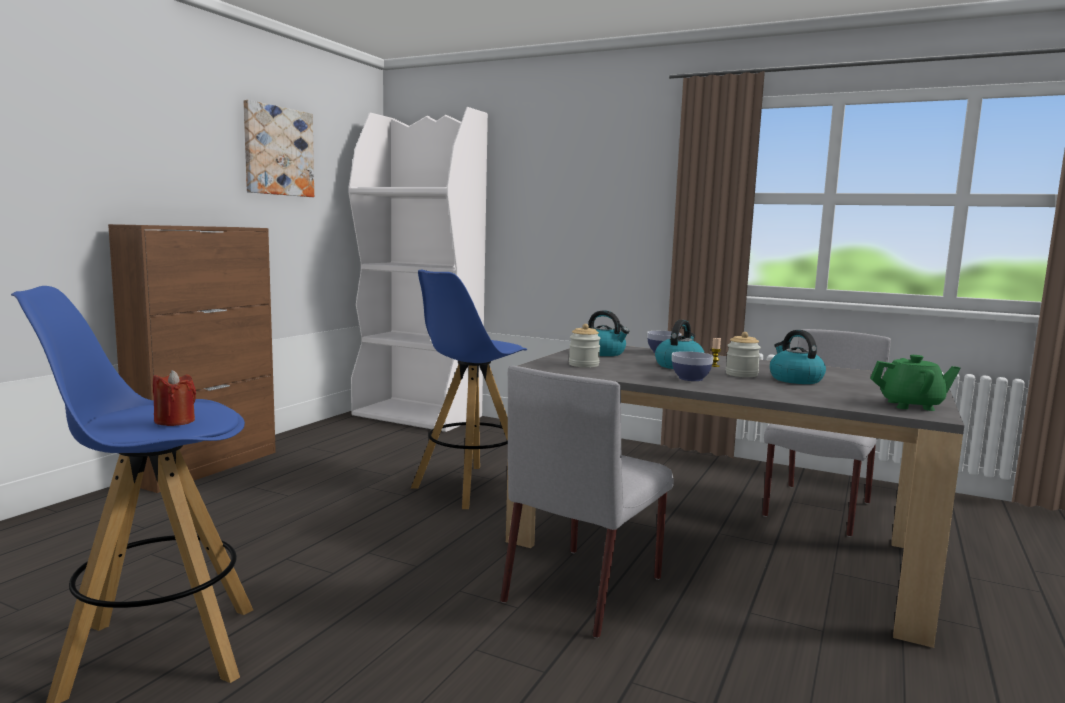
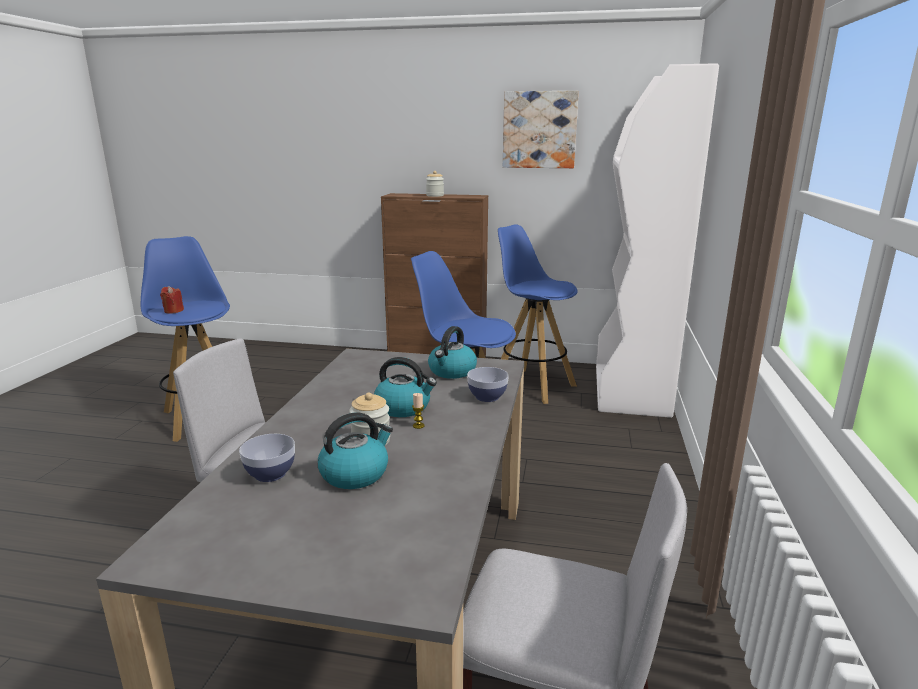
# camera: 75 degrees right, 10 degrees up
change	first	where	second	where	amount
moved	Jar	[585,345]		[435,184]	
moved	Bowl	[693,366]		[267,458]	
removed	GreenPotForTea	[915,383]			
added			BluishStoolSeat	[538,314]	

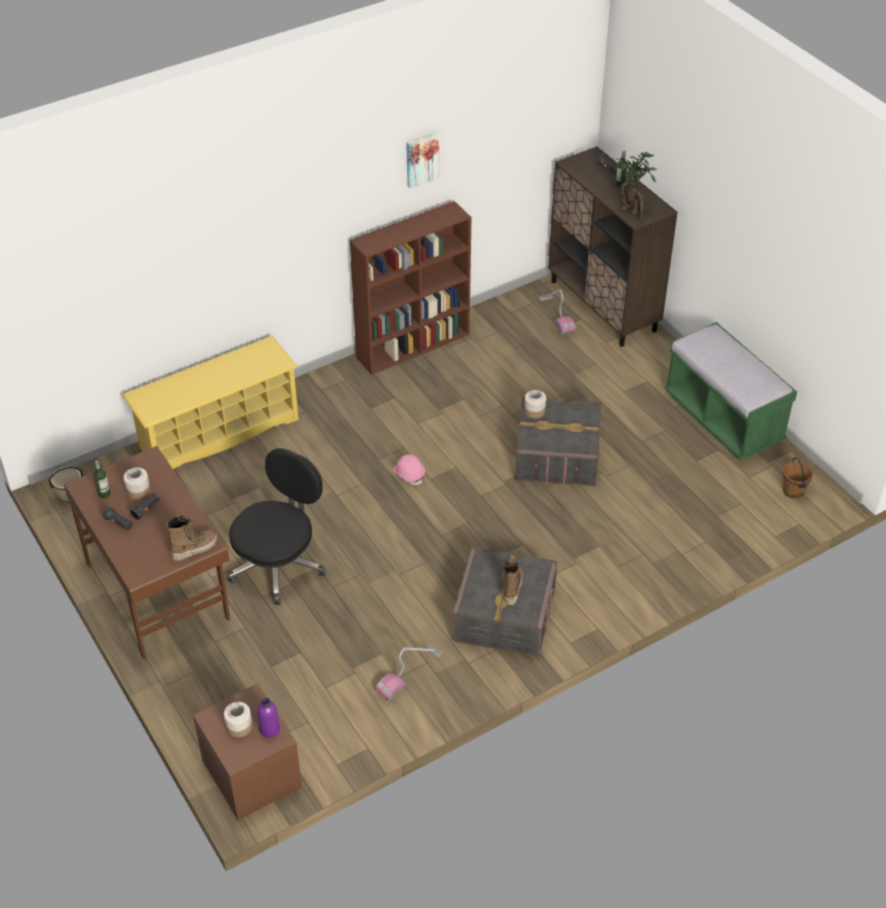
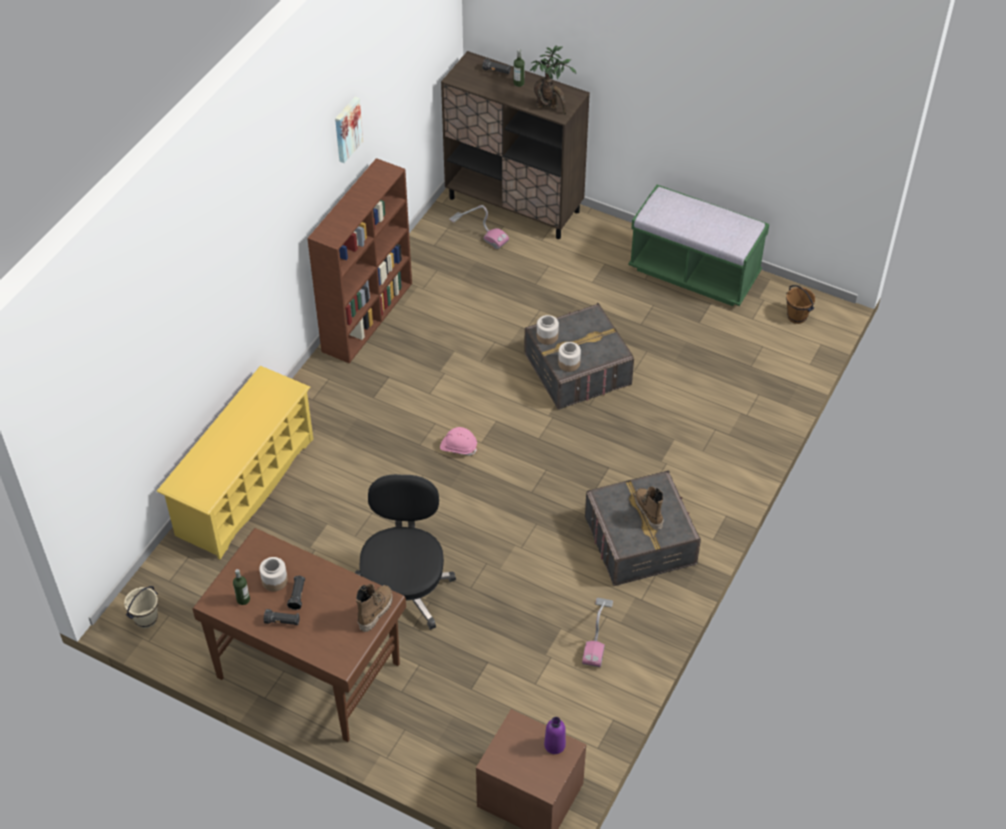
# camera: 30 degrees left, 5 degrees up
change	first	where	second	where	amount
moved	Jar	[238,720]		[569,357]	

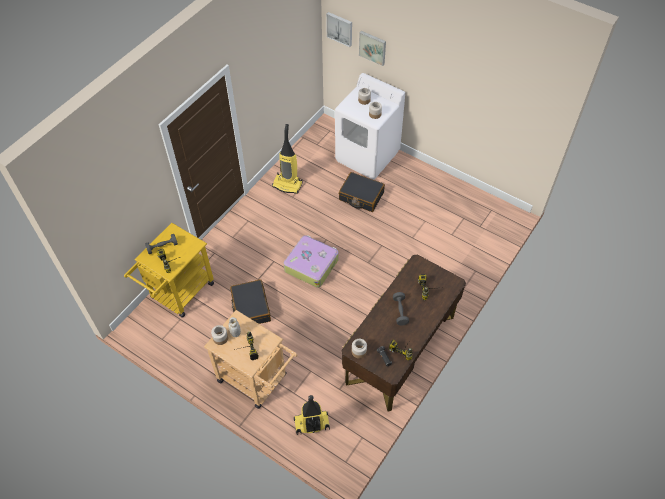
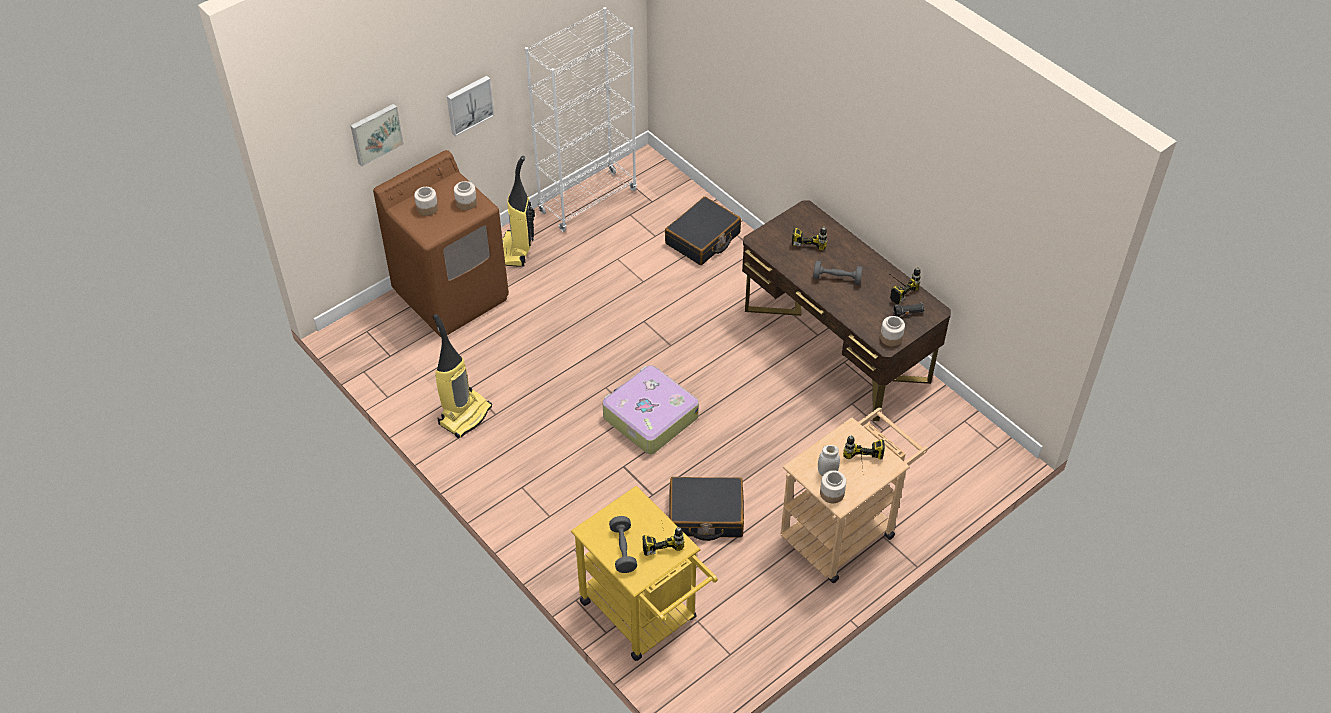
# camera: 75 degrees left, 5 degrees down
change	first	where	second	where	amount
moved	Vacuum	[312,415]		[518,211]	
moved	WallArt	[339,29]		[470,106]	
recoloured	WhiteWashingMachine	[370,126]	BrownColouredWashingMachine	[441,243]	
moved	BlackSuitcase	[362,192]		[703,231]	
added			WhiteShelvingUnit	[581,119]	

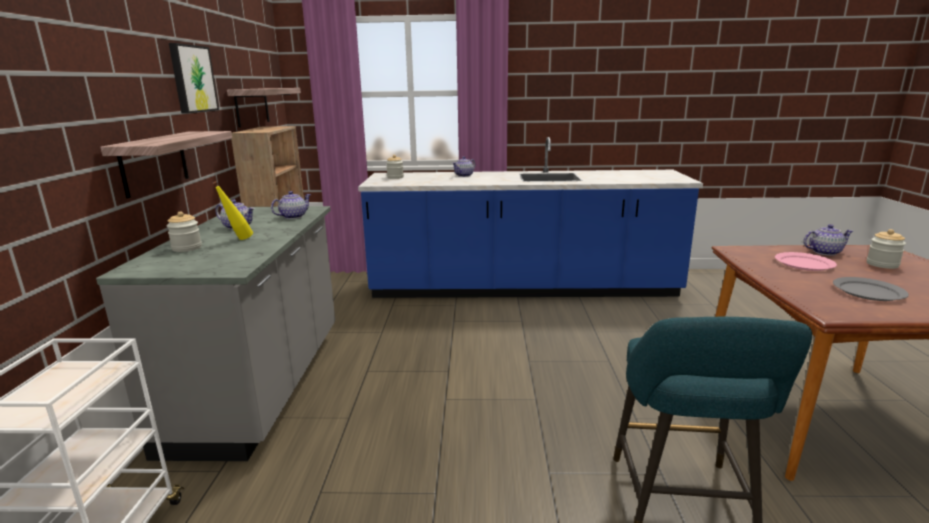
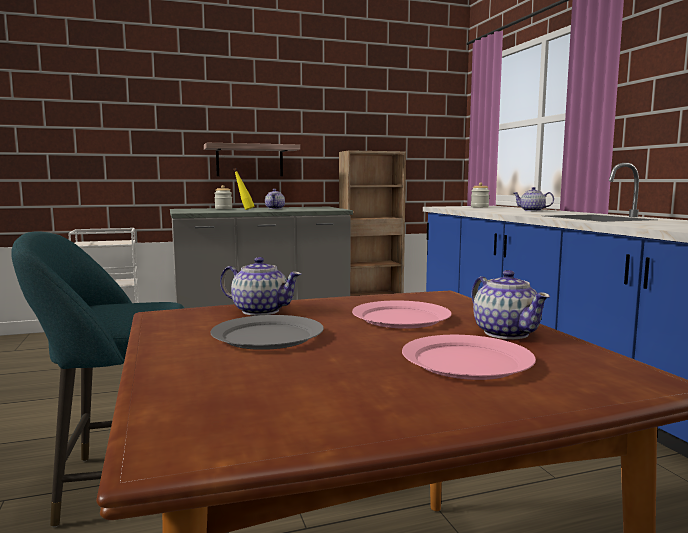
# camera: 70 degrees right, 10 degrees down
change	first	where	second	where	amount
removed	WallArt	[194,78]			
removed	BracketShelf	[264,108]			
moved	PotForTea	[291,205]		[260,286]	
replaced	Jar	[886,249]	PinkColouredDinnerPlate	[469,357]	

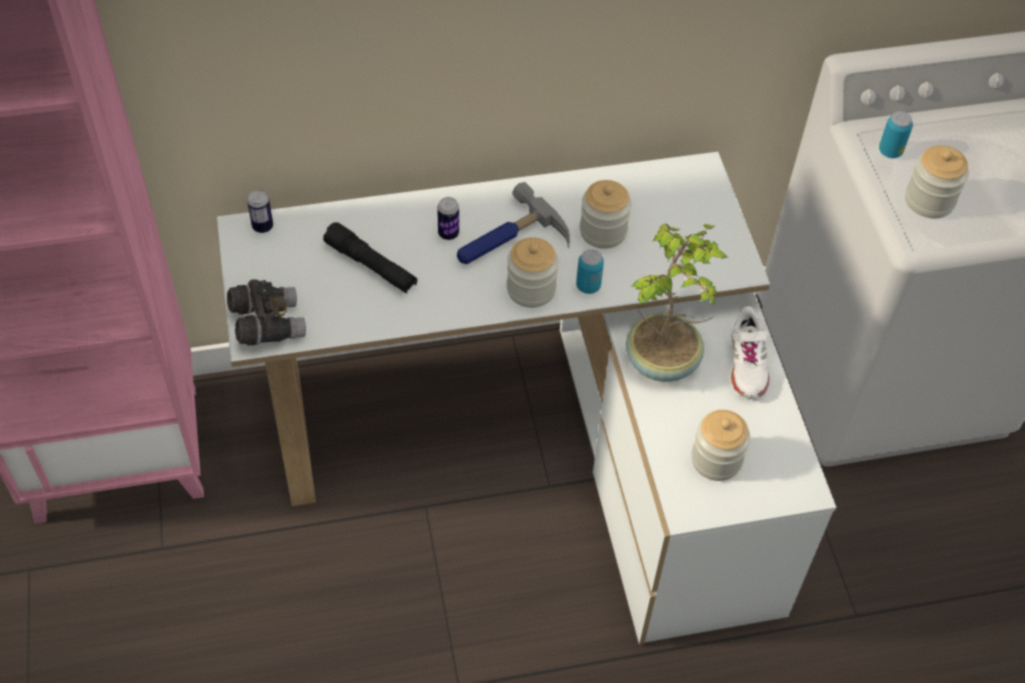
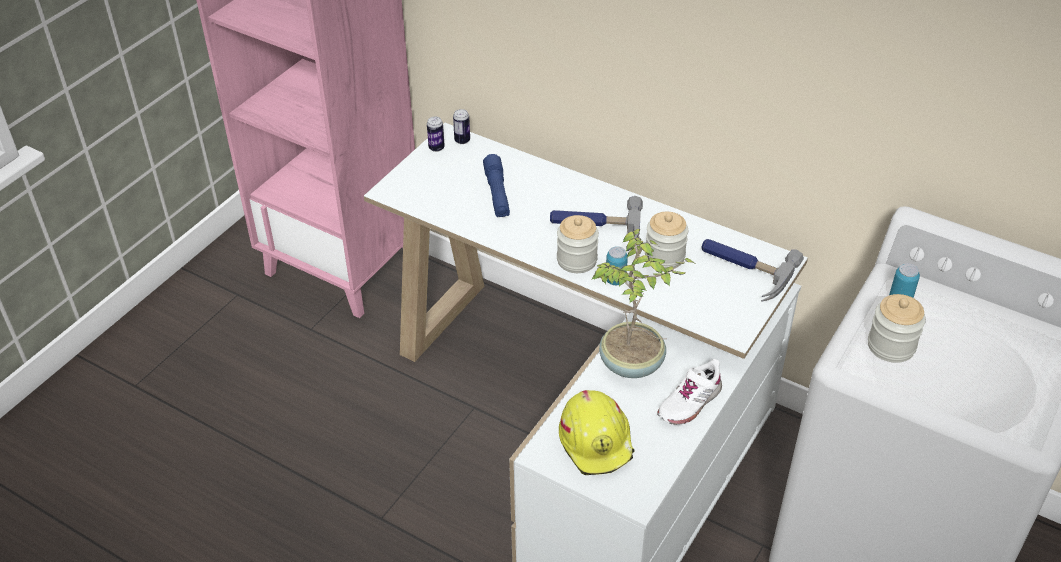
# camera: 45 degrees right, 10 degrees down
change	first	where	second	where	amount
removed	GreyishFieldGlasses	[266,312]			
recoloured	BlackHandTorch	[370,257]	BluishHandTorch	[496,185]	
moved	SealedCan	[448,218]		[436,134]	
replaced	Jar	[720,445]	YellowHardHat	[597,432]	
added			ToolHammer	[753,270]	

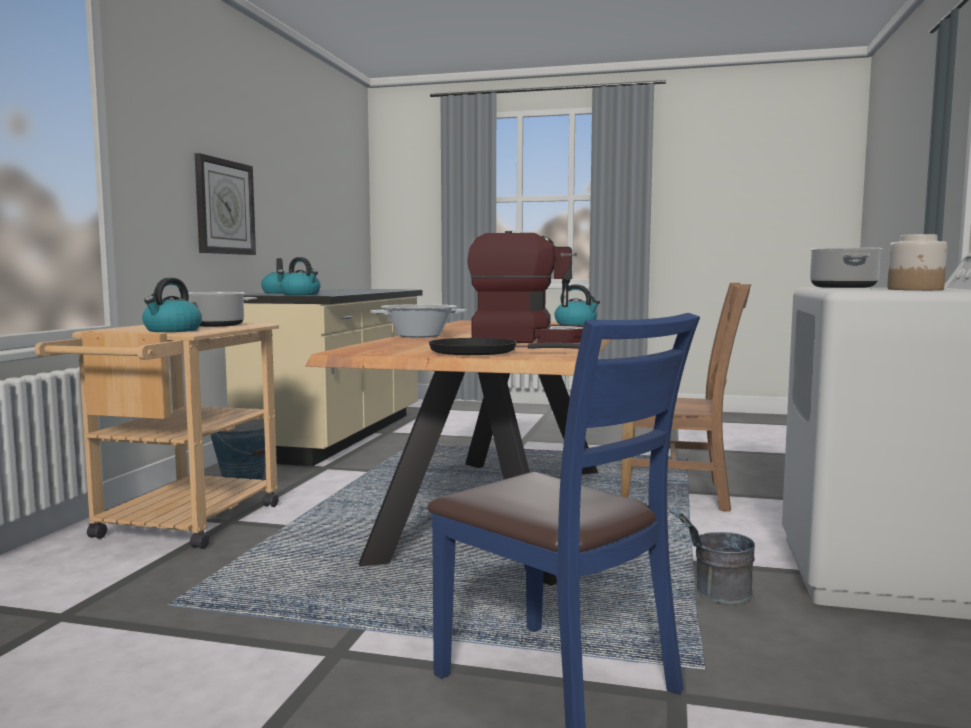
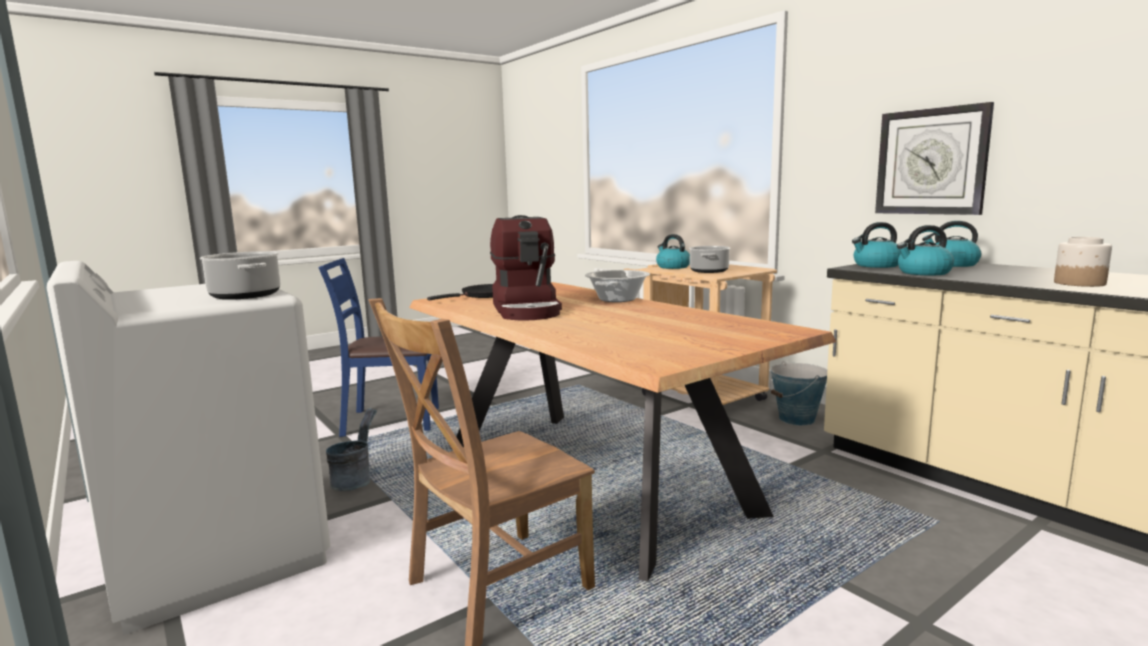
# camera: 130 degrees right, 5 degrees up
change	first	where	second	where	amount
turned	CoffeeMaker	[525,287]		[526,267]	60 degrees counterclockwise
moved	WaterKettle	[577,305]		[925,250]	
moved	Jar	[917,262]		[1083,262]	

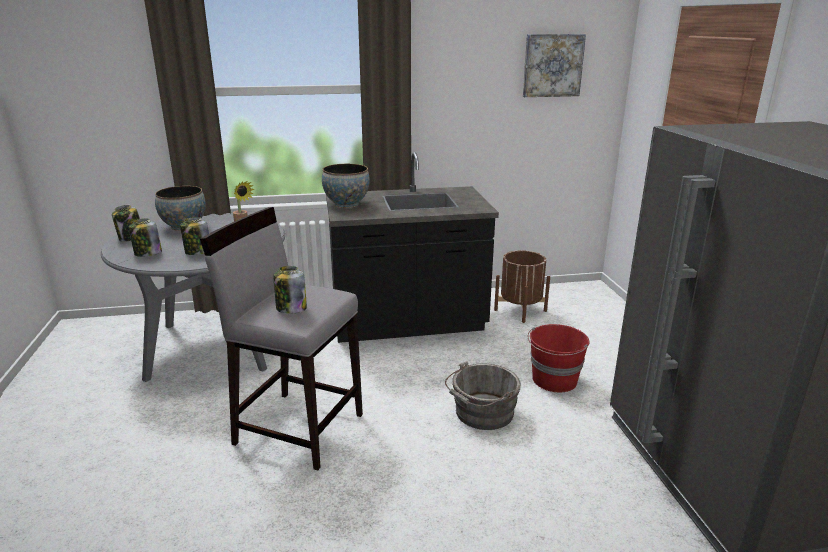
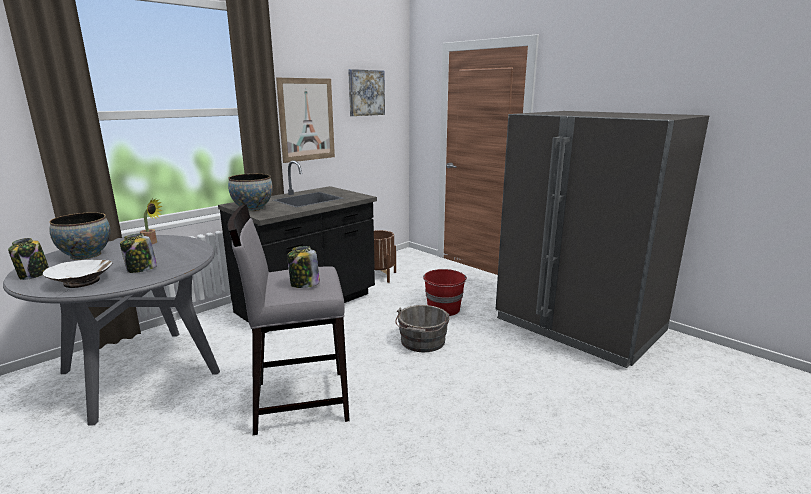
# camera: 35 degrees left, 5 degrees down
change	first	where	second	where	amount
replaced	Jar	[145,238]	WhiteBowl	[78,274]	
added			WallArt	[305,120]	

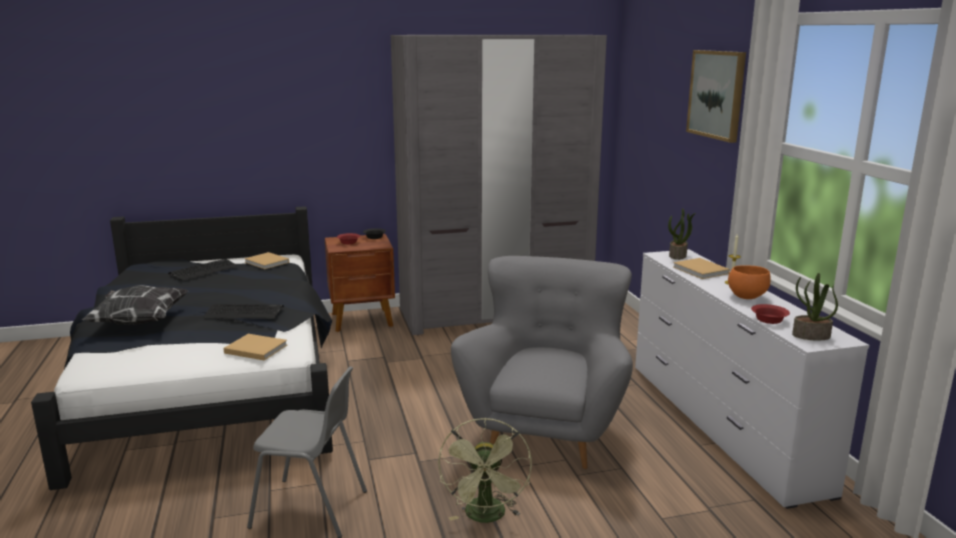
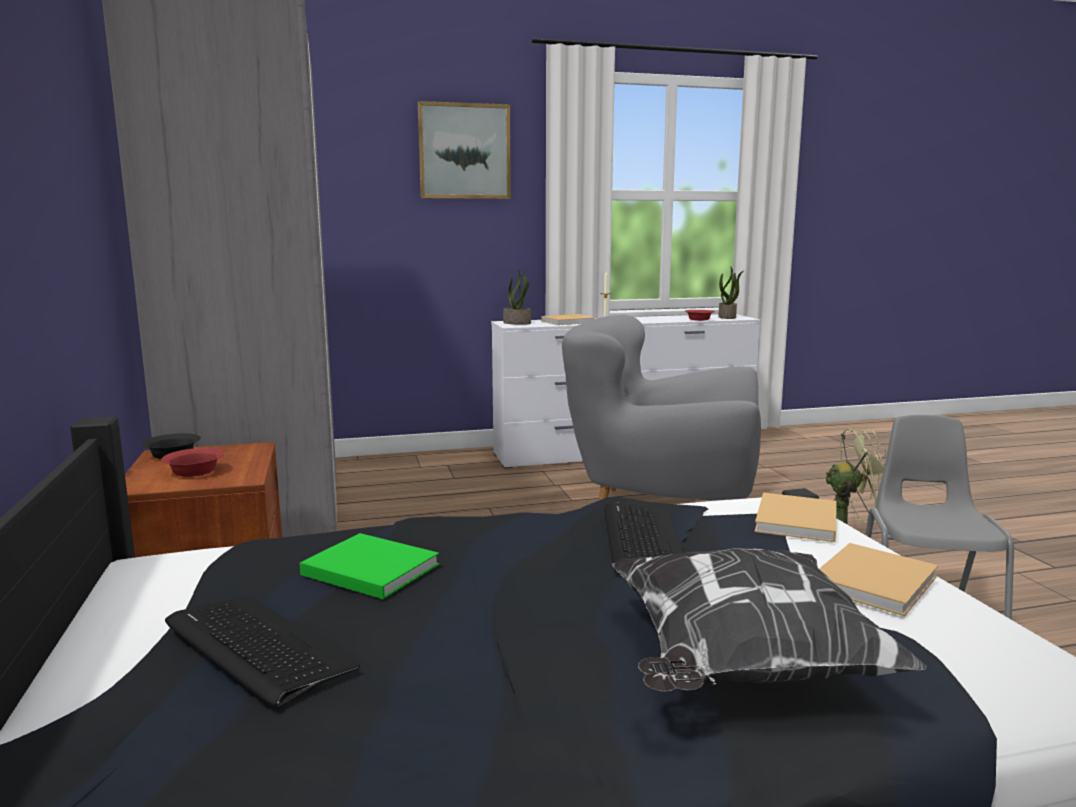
# camera: 90 degrees left, 5 degrees down
change	first	where	second	where	amount
moved	BeigeVolume	[266,260]		[878,579]	
removed	OrangeBowl	[749,282]			
added			GreenVolume	[369,566]	

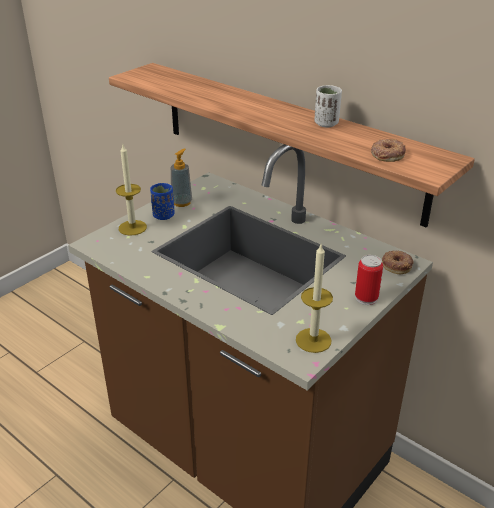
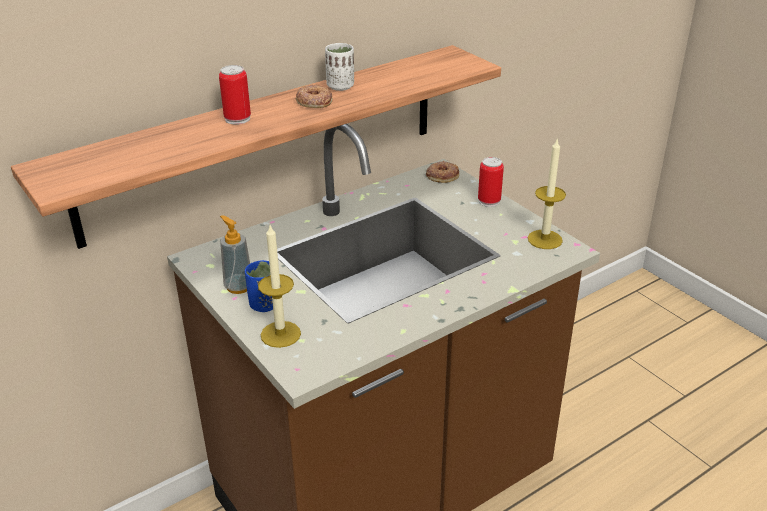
# camera: 75 degrees left, 0 degrees up
change	first	where	second	where	amount
moved	RingDoughnut	[388,150]		[314,96]	
added			SealedCan	[235,95]	

